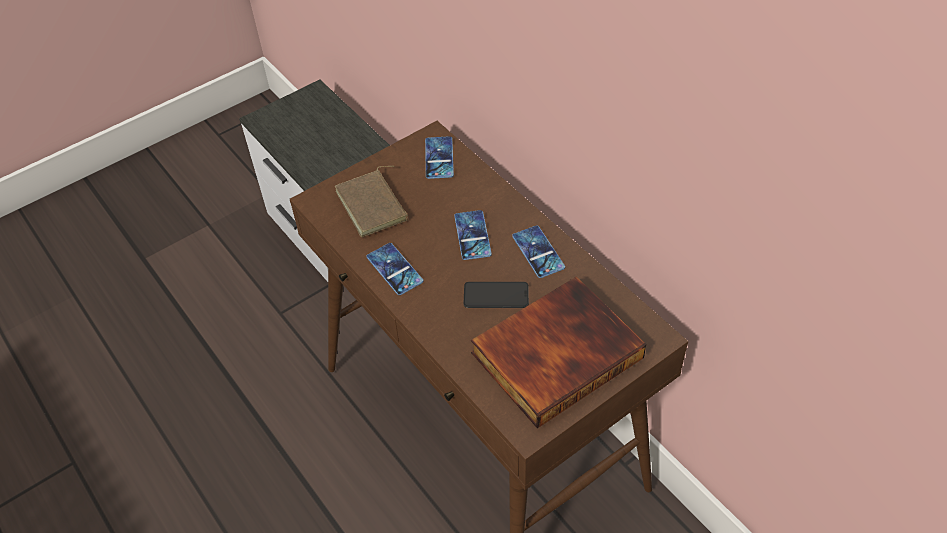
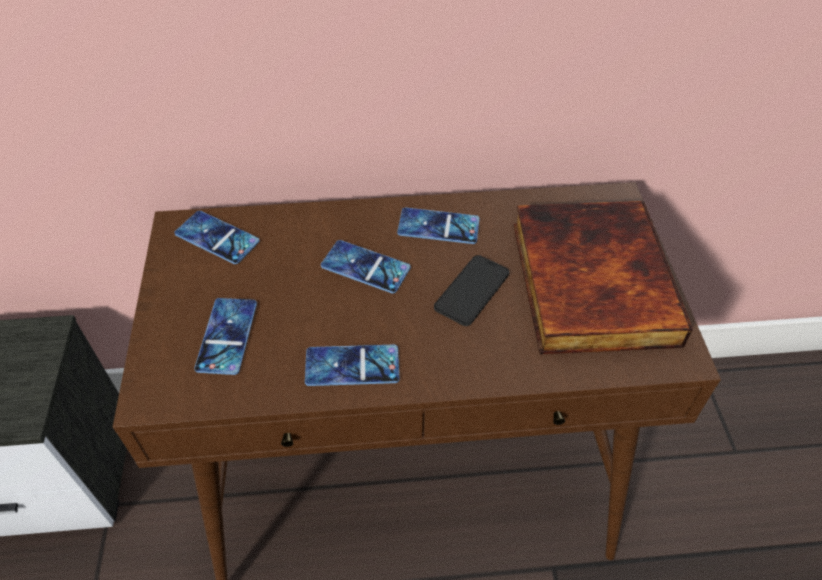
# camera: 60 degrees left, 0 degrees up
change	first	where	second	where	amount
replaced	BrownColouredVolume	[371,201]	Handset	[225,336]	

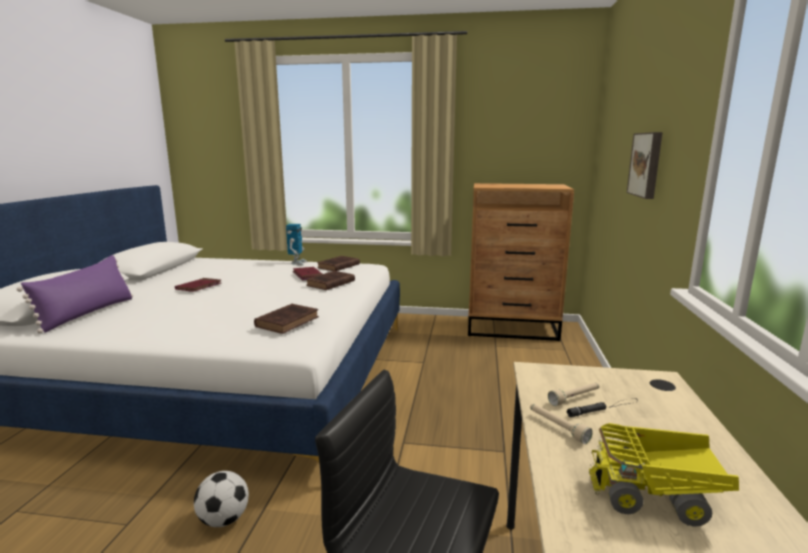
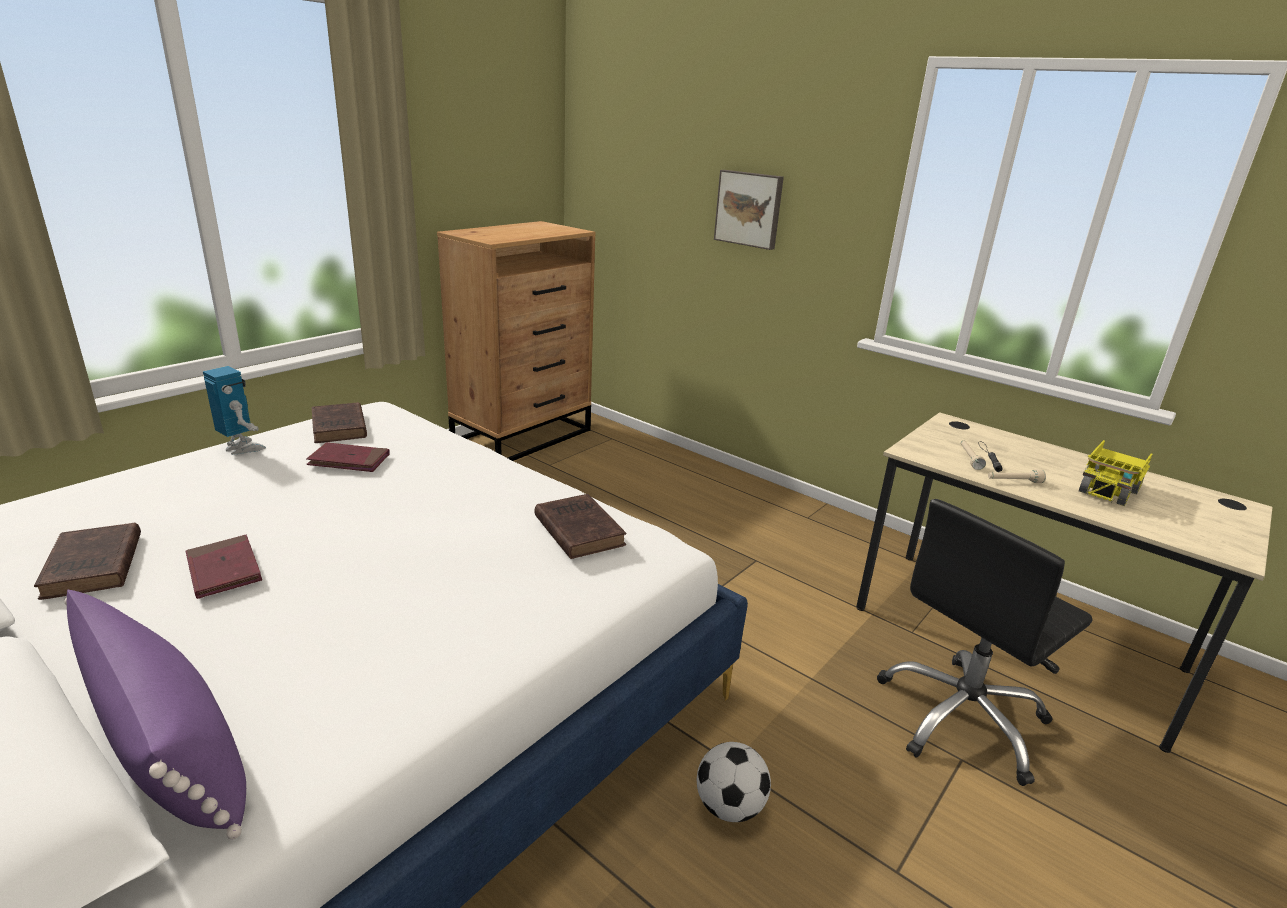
# camera: 60 degrees left, 10 degrees up
change	first	where	second	where	amount
moved	BrownColouredVolume	[330,280]		[87,561]	

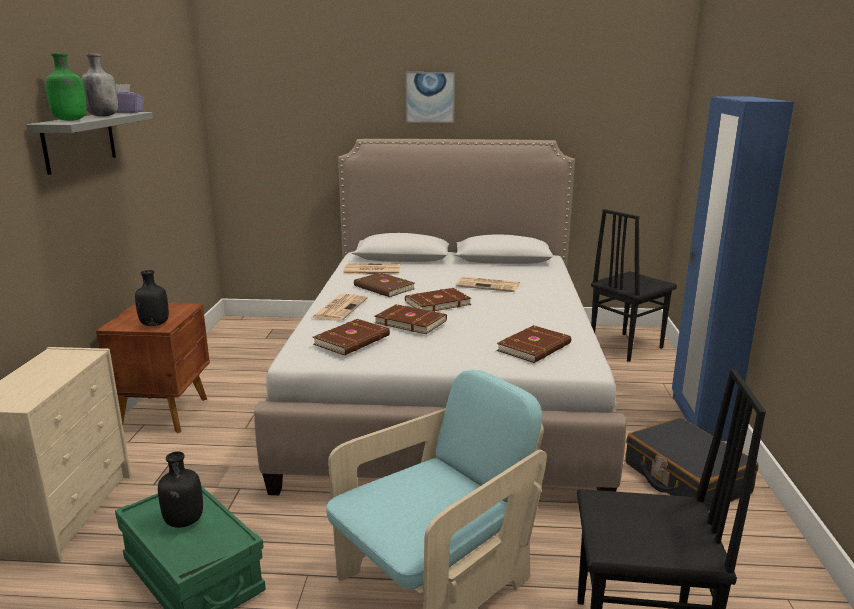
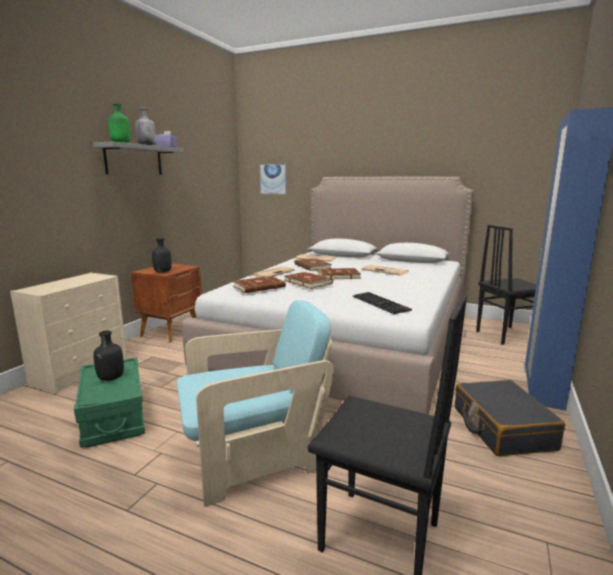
# camera: 20 degrees right, 5 degrees down
change	first	where	second	where	amount
moved	WallArt	[430,97]		[273,179]	
replaced	BrownColouredVolume	[534,344]	PcKeyboard	[382,303]	

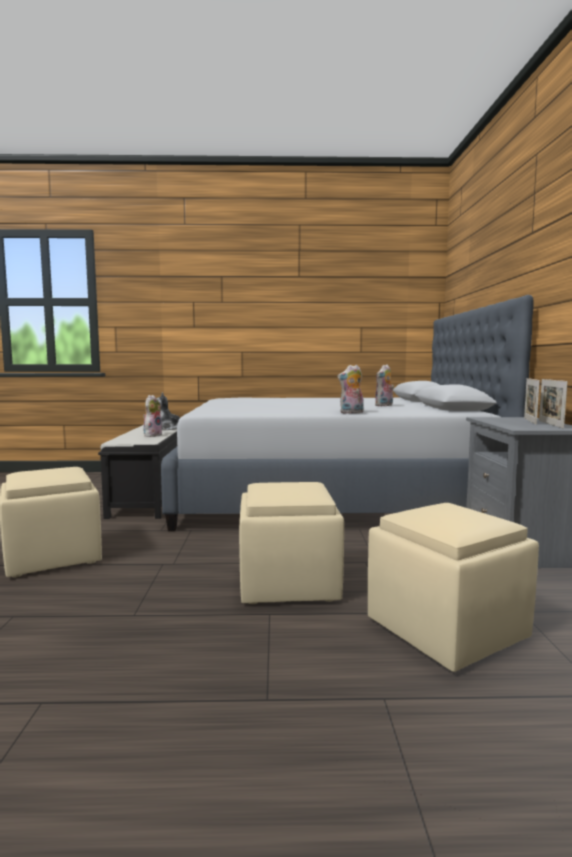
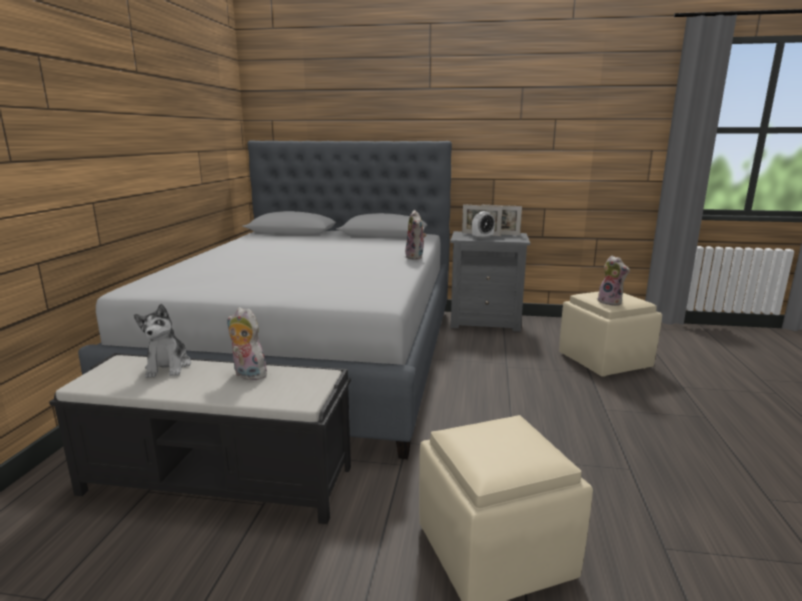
# camera: 80 degrees left, 10 degrees up
change	first	where	second	where	amount
removed	BeigeOttoman	[291,543]			
moved	CuddlyToy	[384,385]		[614,280]	
added			TableClock	[483,225]	

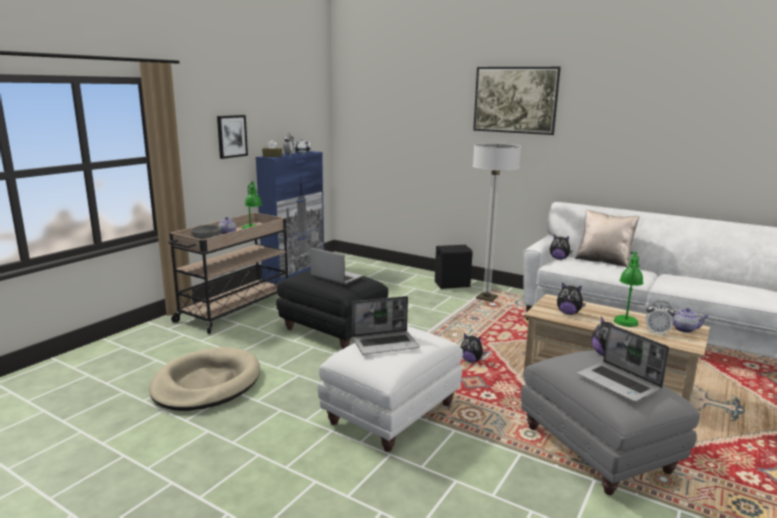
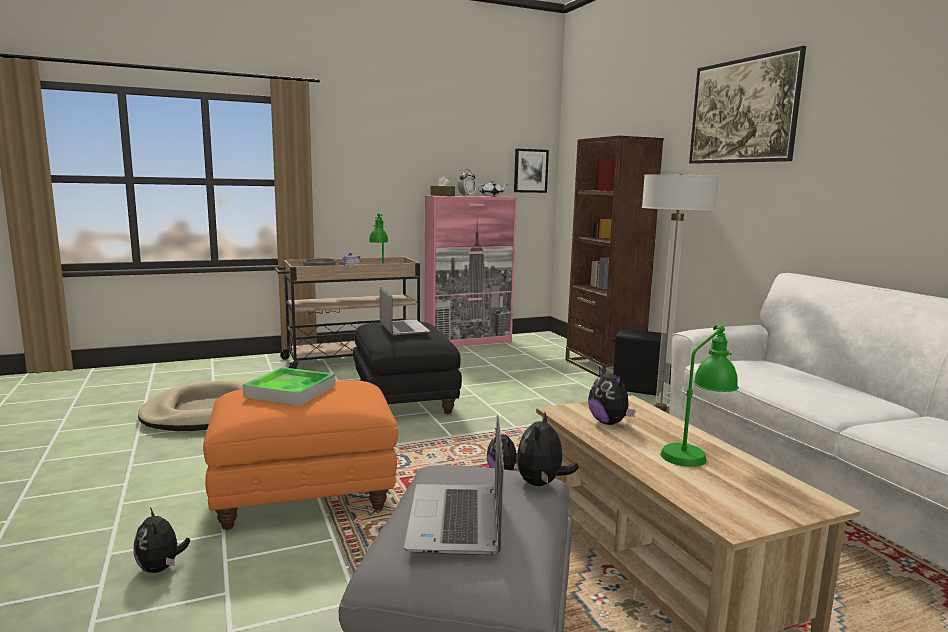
# camera: 35 degrees right, 5 degrees down
change	first	where	second	where	amount
moved	WallArt	[232,137]		[531,171]	
recoloured	BluishCabinet	[290,217]	PinkColouredCabinet	[470,271]	
recoloured	WhiteOttoman	[390,389]	OrangeOttoman	[300,455]	
replaced	NotebookComputer	[386,325]	Tray	[289,386]	
moved	CuddlyToy	[561,247]		[161,540]	
removed	BeigePillow	[607,238]			
removed	TableClock	[660,318]			
removed	PotForTea	[690,320]			
added			BrownColouredShelvingUnit	[614,256]	

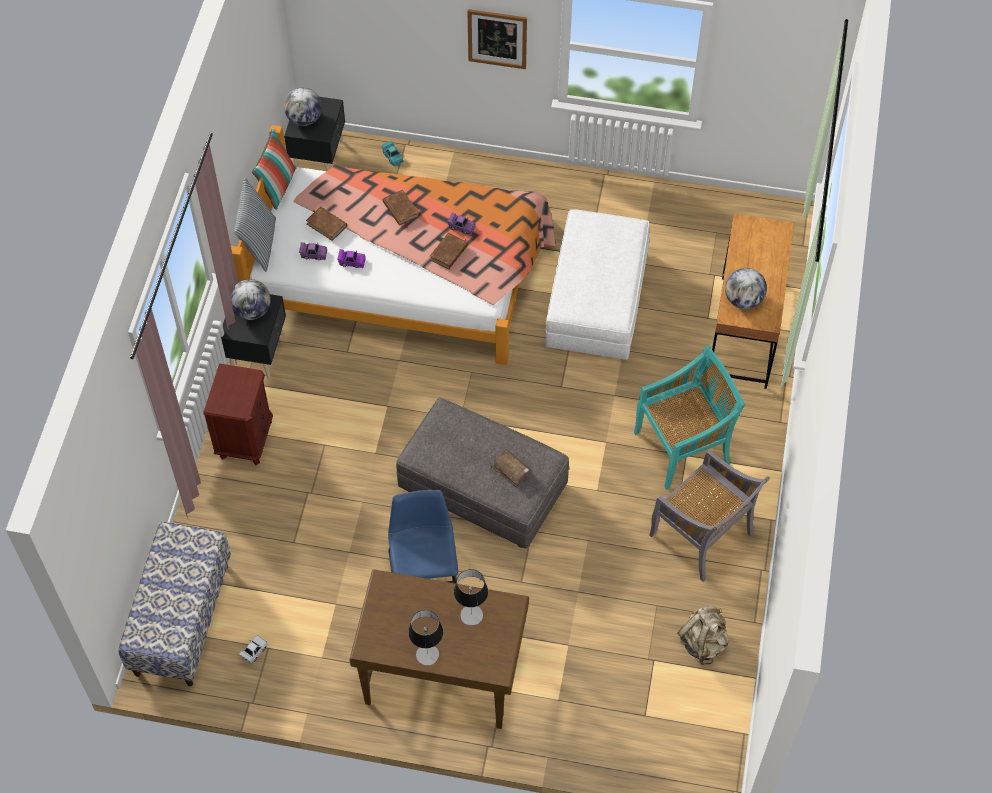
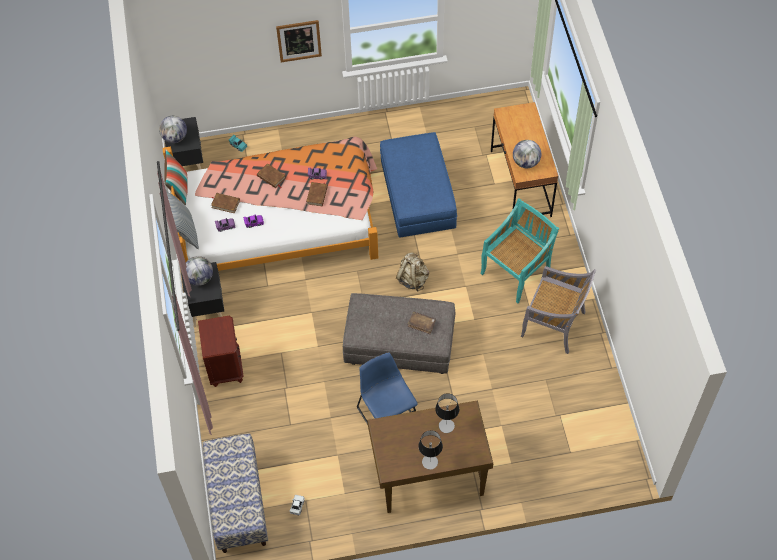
# camera: 20 degrees left, 0 degrees up
change	first	where	second	where	amount
recoloured	WhiteOttoman	[597,284]	BluishOttoman	[418,184]	
moved	BeigeRucksack	[703,635]		[412,272]	

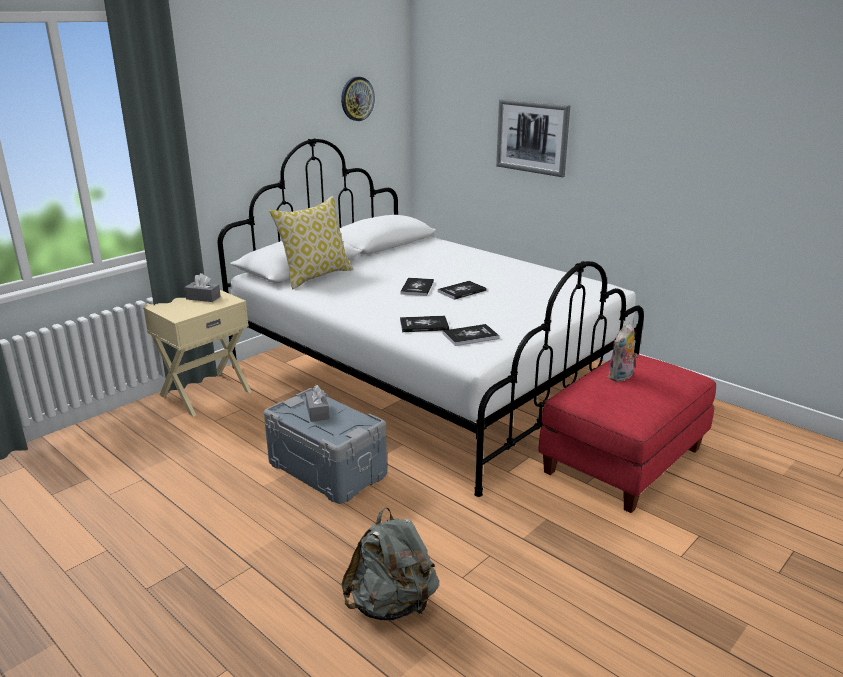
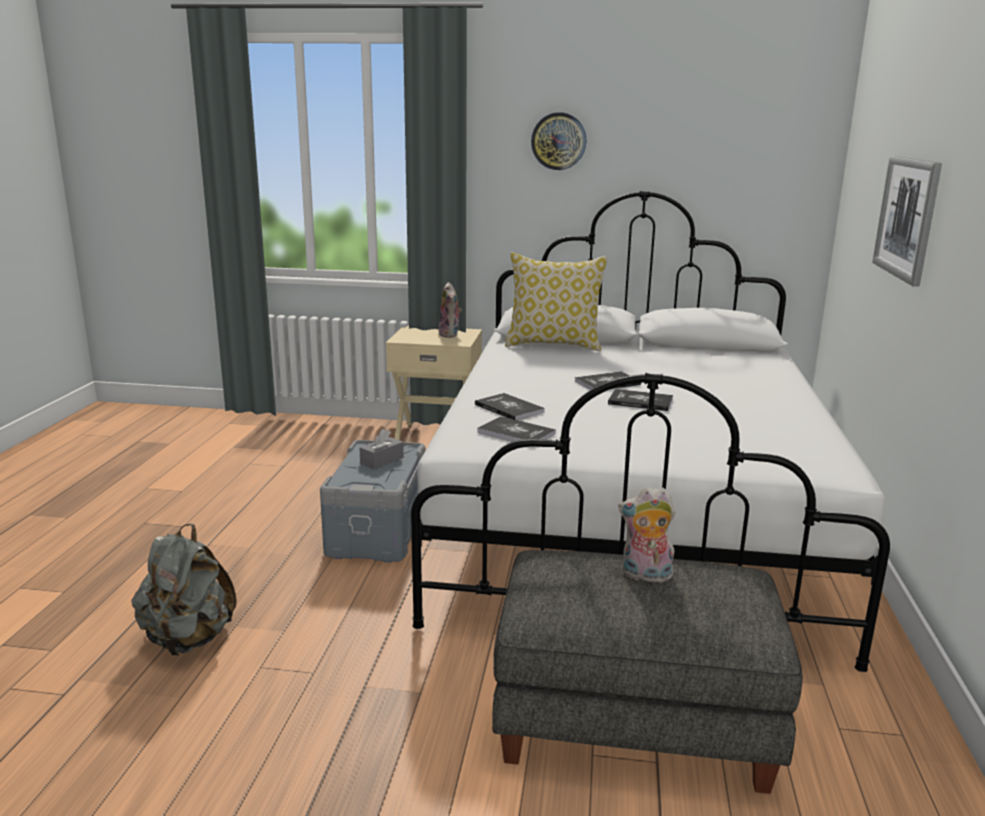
# camera: 55 degrees right, 5 degrees down
change	first	where	second	where	amount
replaced	GreyishTissueBox	[202,287]	CuddlyToy	[450,310]	
moved	HangingClock	[358,99]		[558,141]	
recoloured	RedColouredOttoman	[627,433]	GreyishOttoman	[647,672]	

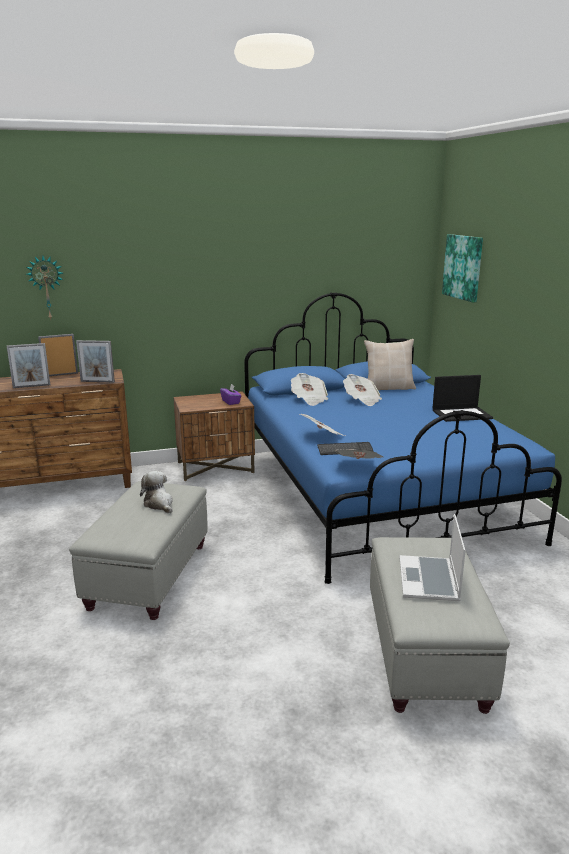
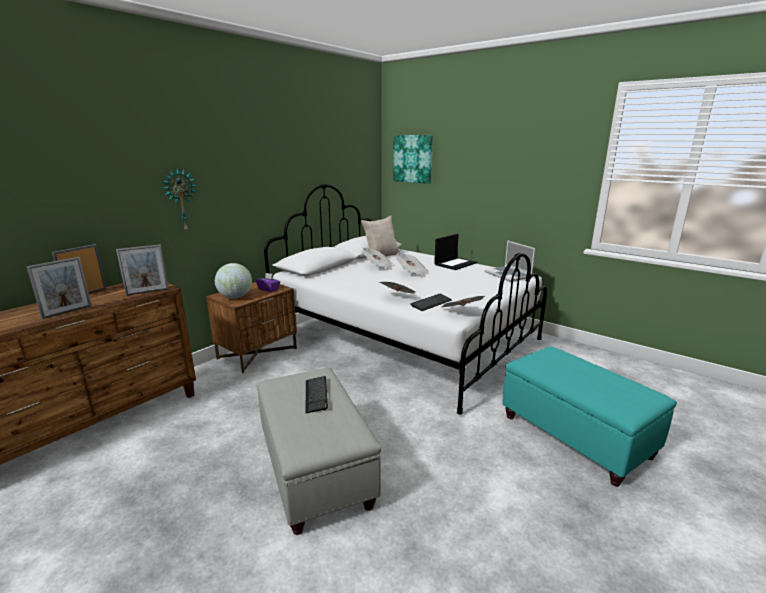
# camera: 35 degrees left, 0 degrees up
change	first	where	second	where	amount
moved	HangingClock	[44,288]		[179,200]	
replaced	CuddlyToy	[156,492]	PcKeyboard	[316,394]	
recoloured	BluishBed	[403,438]	WhiteBed	[405,299]	
moved	Newspaper	[309,389]		[412,265]	
recoloured	GreyishOttoman	[440,625]	BlueGreenOttoman	[589,416]	
moved	NotebookComputer	[432,557]		[510,261]	
added			DeskGlobe	[233,281]	

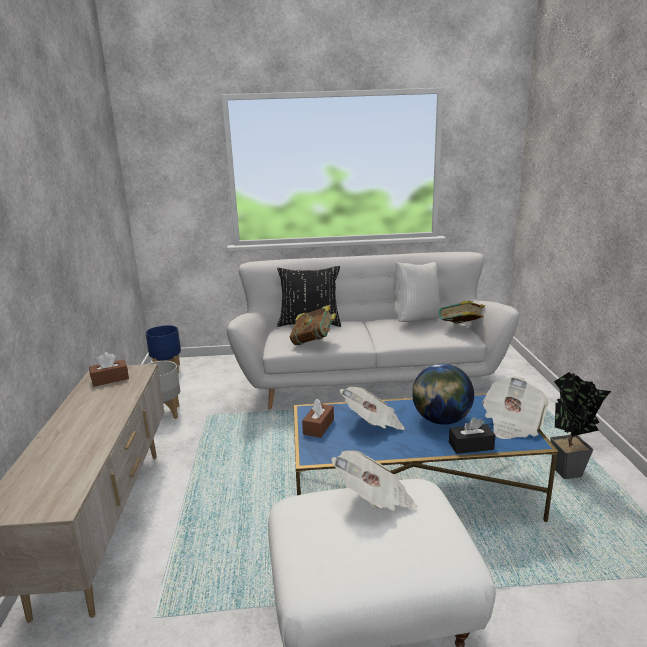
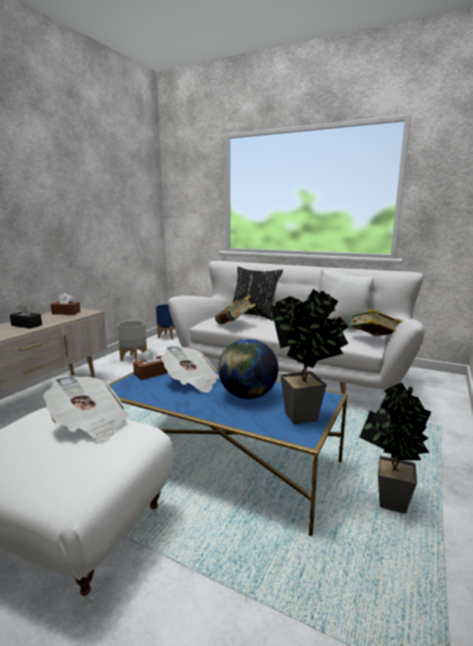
# camera: 30 degrees right, 5 degrees down
change	first	where	second	where	amount
moved	BlackTissueBox	[472,435]		[26,316]	
replaced	Newspaper	[515,408]	PlantInAPot	[310,356]	

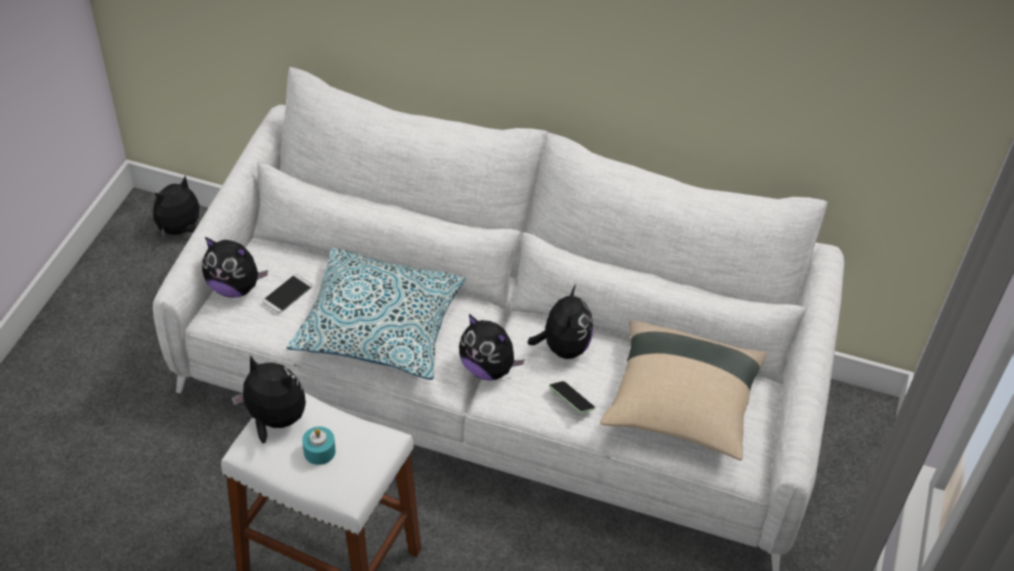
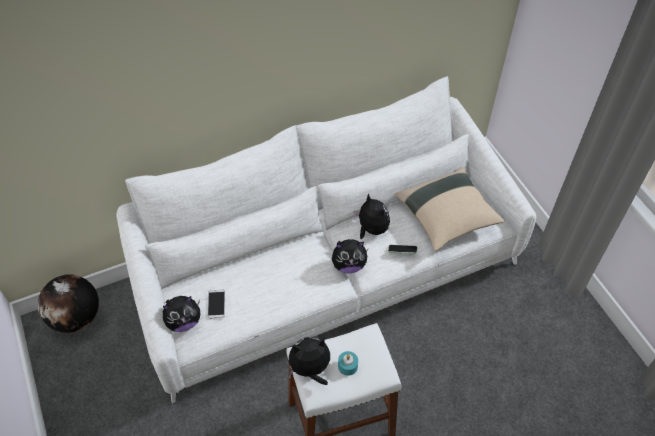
# camera: 40 degrees left, 5 degrees up
change	first	where	second	where	amount
replaced	CuddlyToy	[176,207]	DeskGlobe	[68,303]	
removed	Pillow	[376,314]			

